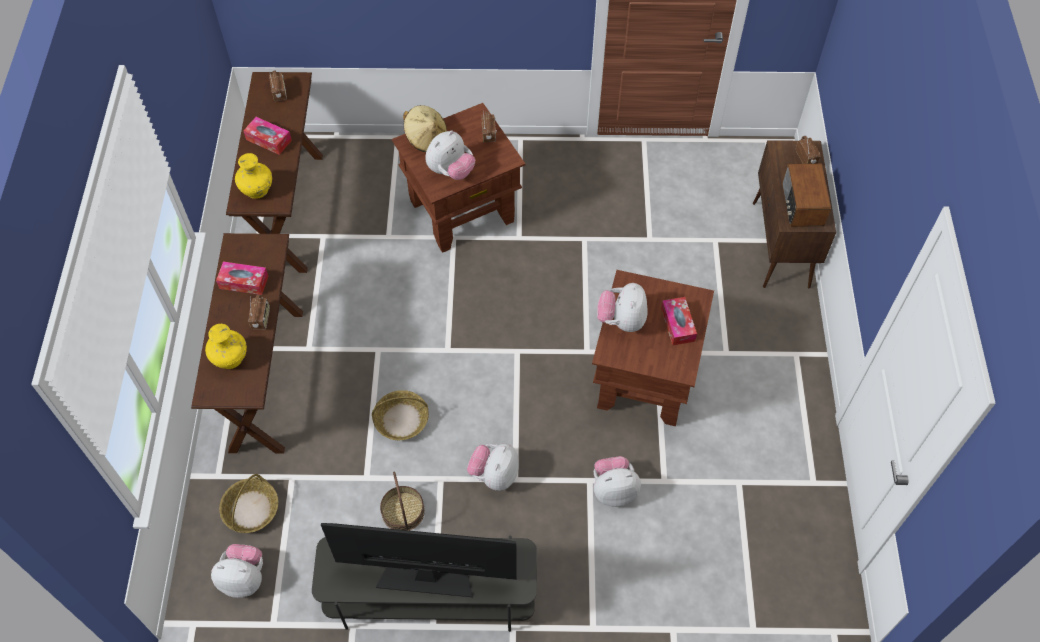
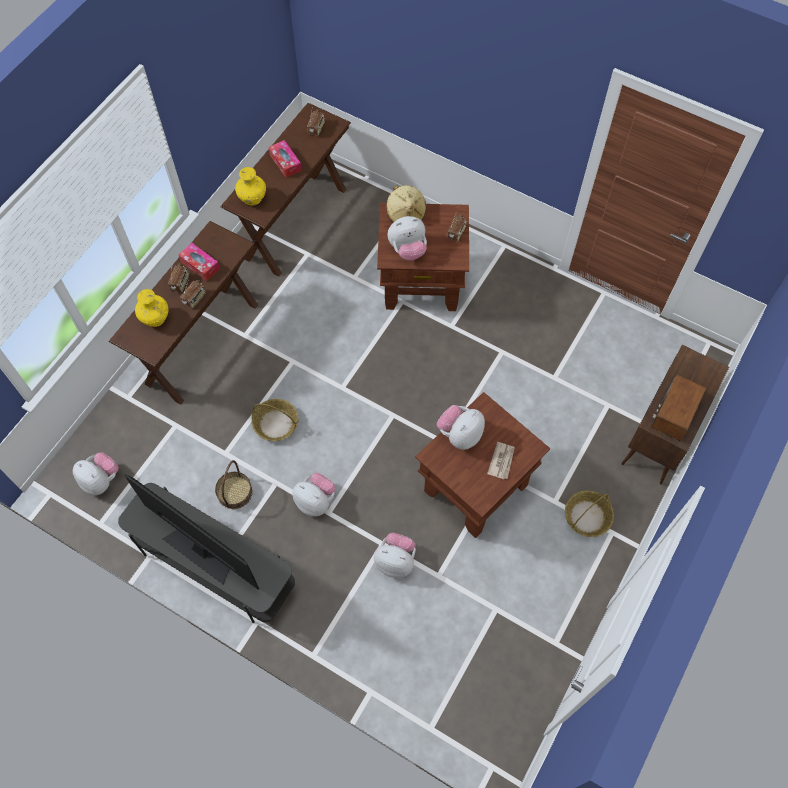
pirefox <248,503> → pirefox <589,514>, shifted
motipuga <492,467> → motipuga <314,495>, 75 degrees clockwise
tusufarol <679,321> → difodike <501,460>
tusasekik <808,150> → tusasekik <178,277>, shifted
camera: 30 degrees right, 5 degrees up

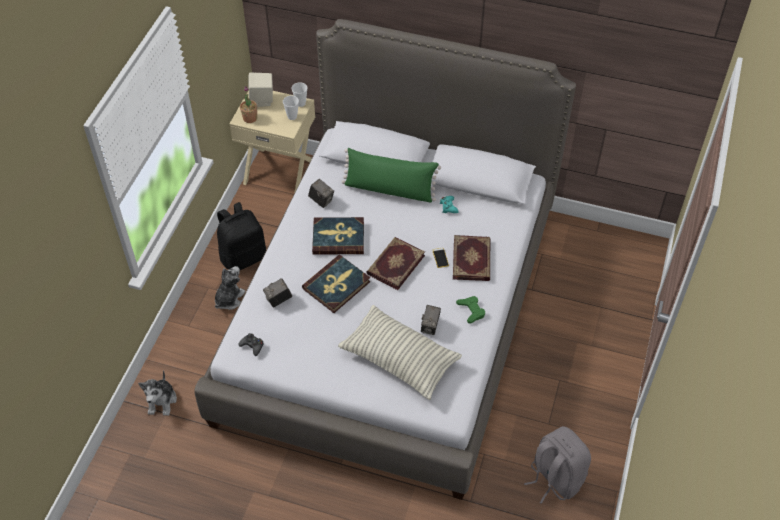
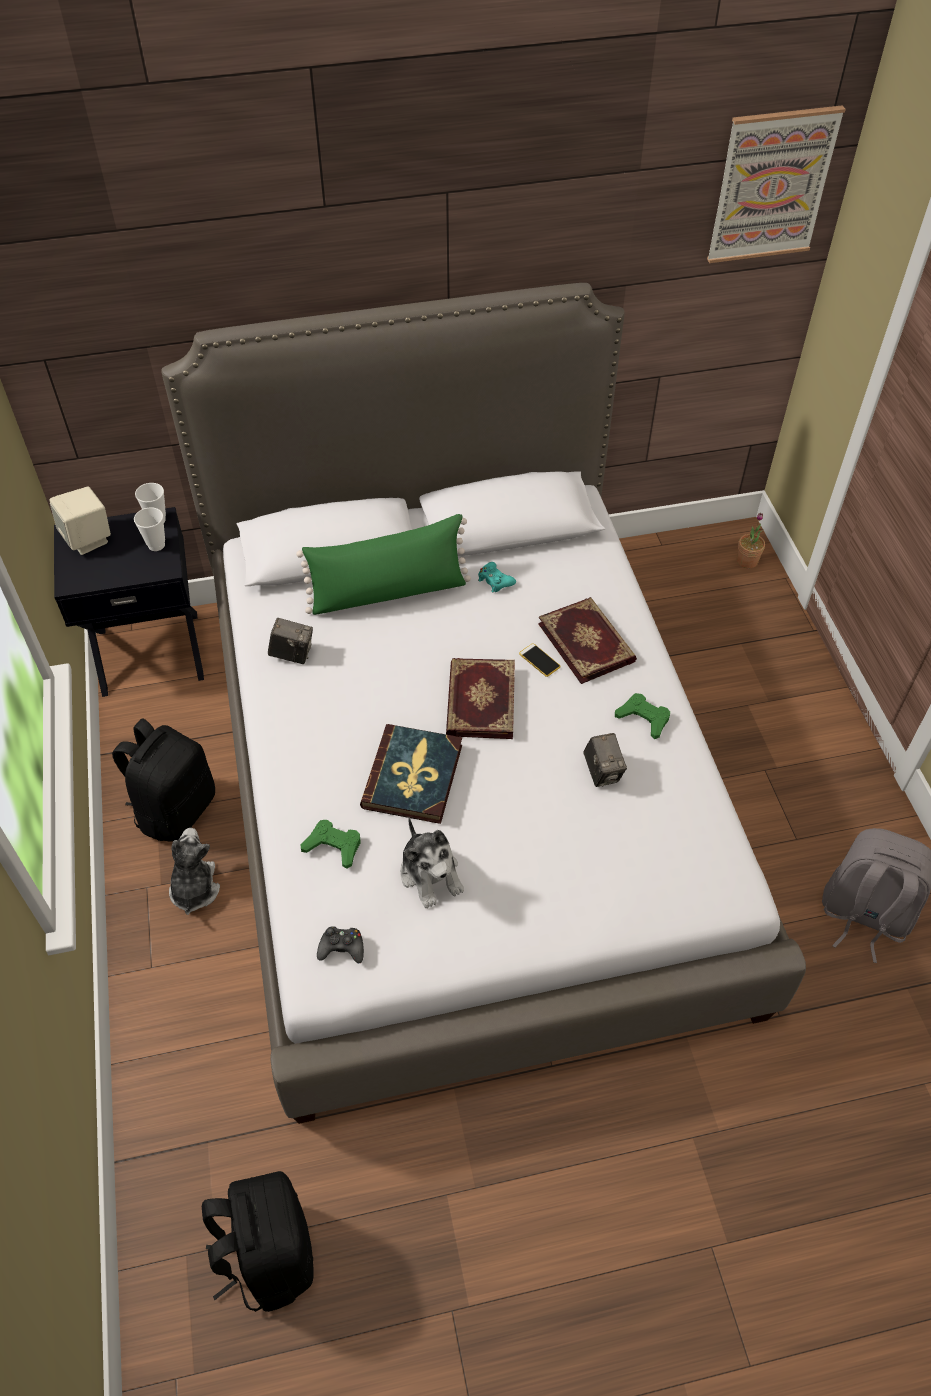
motipuga <157,393> → motipuga <432,862>, shifted
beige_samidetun <272,142> → black_samidetun <129,602>
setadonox <248,104> → setadonox <751,540>, shifted
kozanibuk <277,293> → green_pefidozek <330,844>
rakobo <338,236> → -
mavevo <400,352> → -
- → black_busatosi <258,1241>
- → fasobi <776,184>
camera: 30 degrees left, 0 degrees up

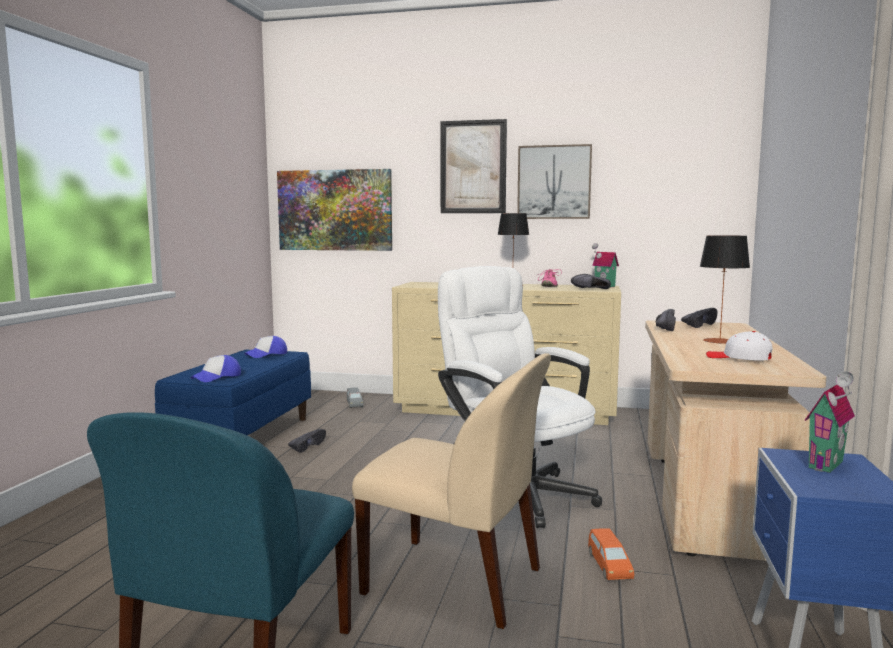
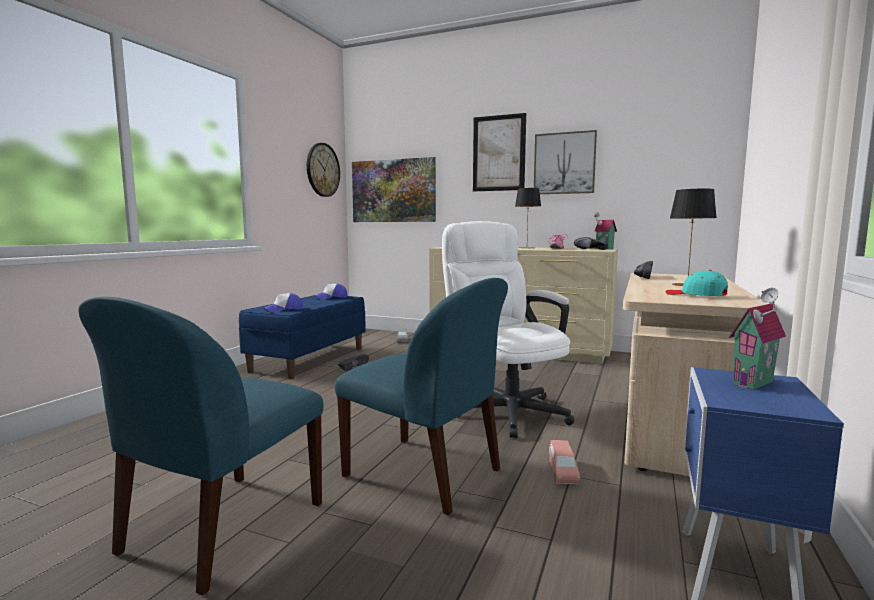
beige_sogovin <451,491> → blue_sogovin <421,396>
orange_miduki <611,554> → pink_miduki <565,462>
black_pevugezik <699,318> → -
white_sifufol <739,346> → turquoise_sifufol <697,283>
- → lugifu <323,170>
camera: 10 degrees right, 0 degrees up

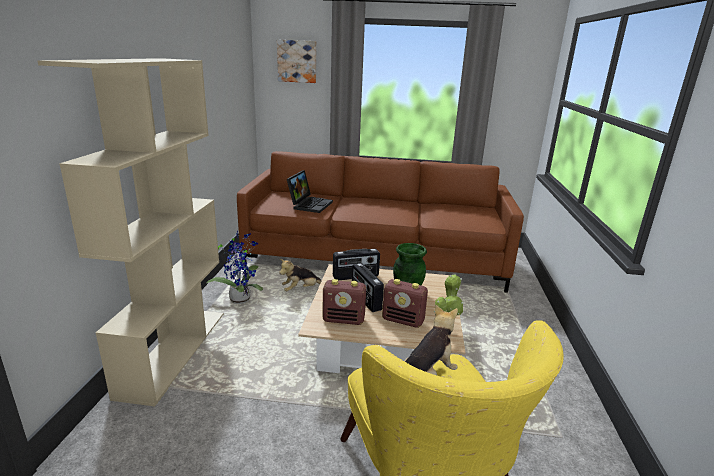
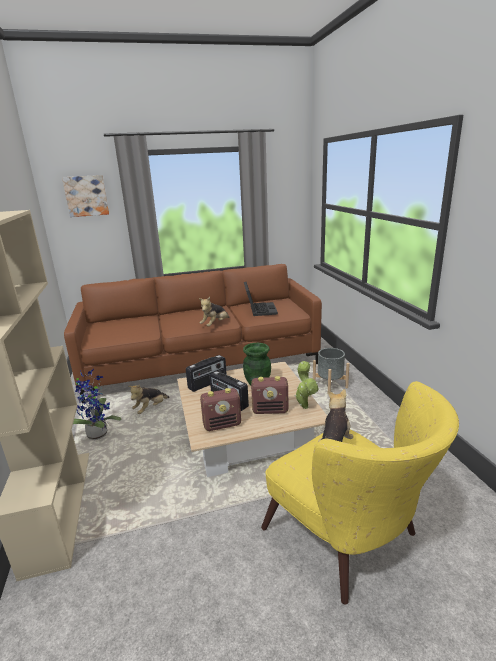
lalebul <310,191> → lalebul <261,299>, shifted
- → motipuga <214,312>
- → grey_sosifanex <331,370>
camera: 20 degrees left, 0 degrees up

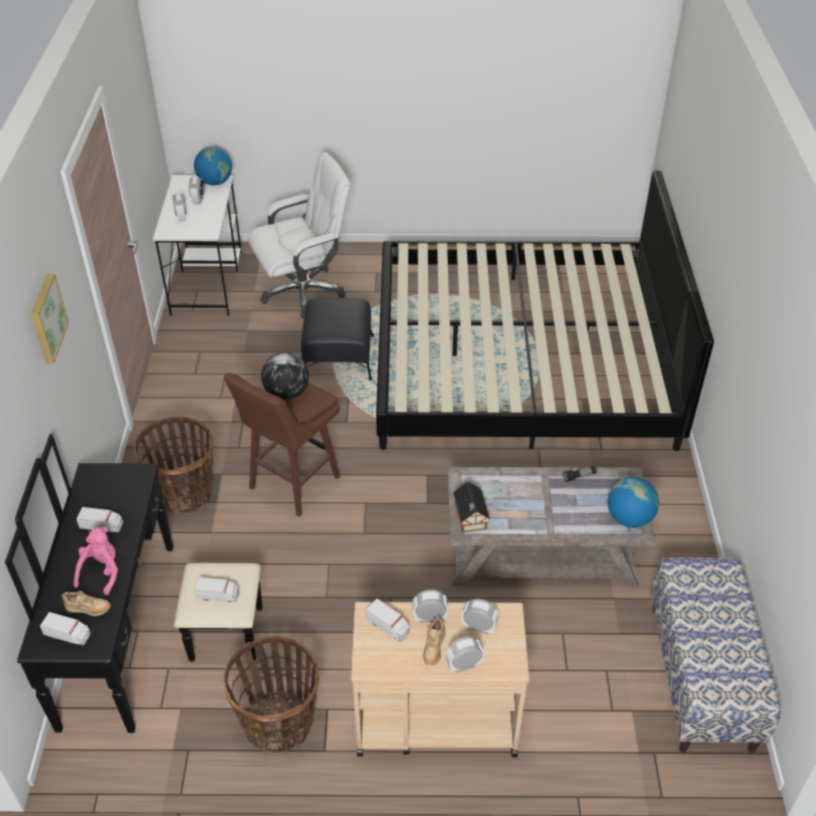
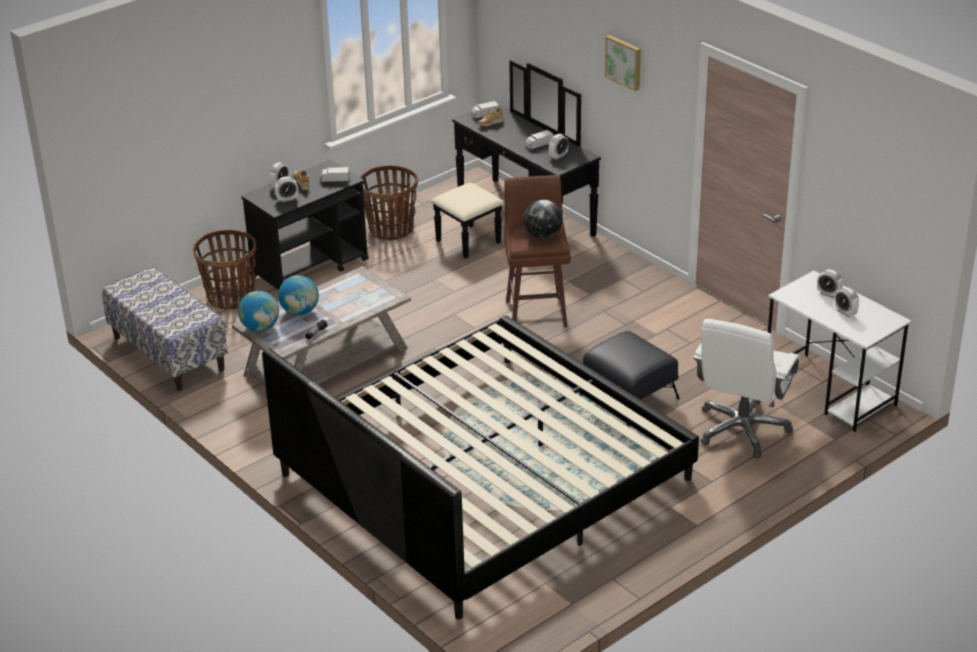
pink_motipuga <96,561> → -
pirefox <173,465> → pirefox <224,269>, shifted
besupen <213,166> → besupen <298,295>, shifted
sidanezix <217,589> → -
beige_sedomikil <440,679> → black_sedomikil <305,225>
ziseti <430,606> → ziseti <559,147>, shifted
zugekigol <471,507> → -
camera: 140 degrees right, 10 degrees down

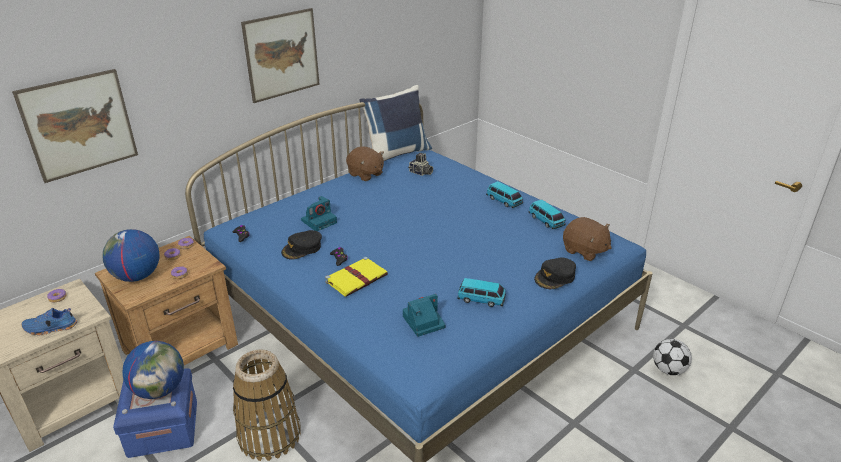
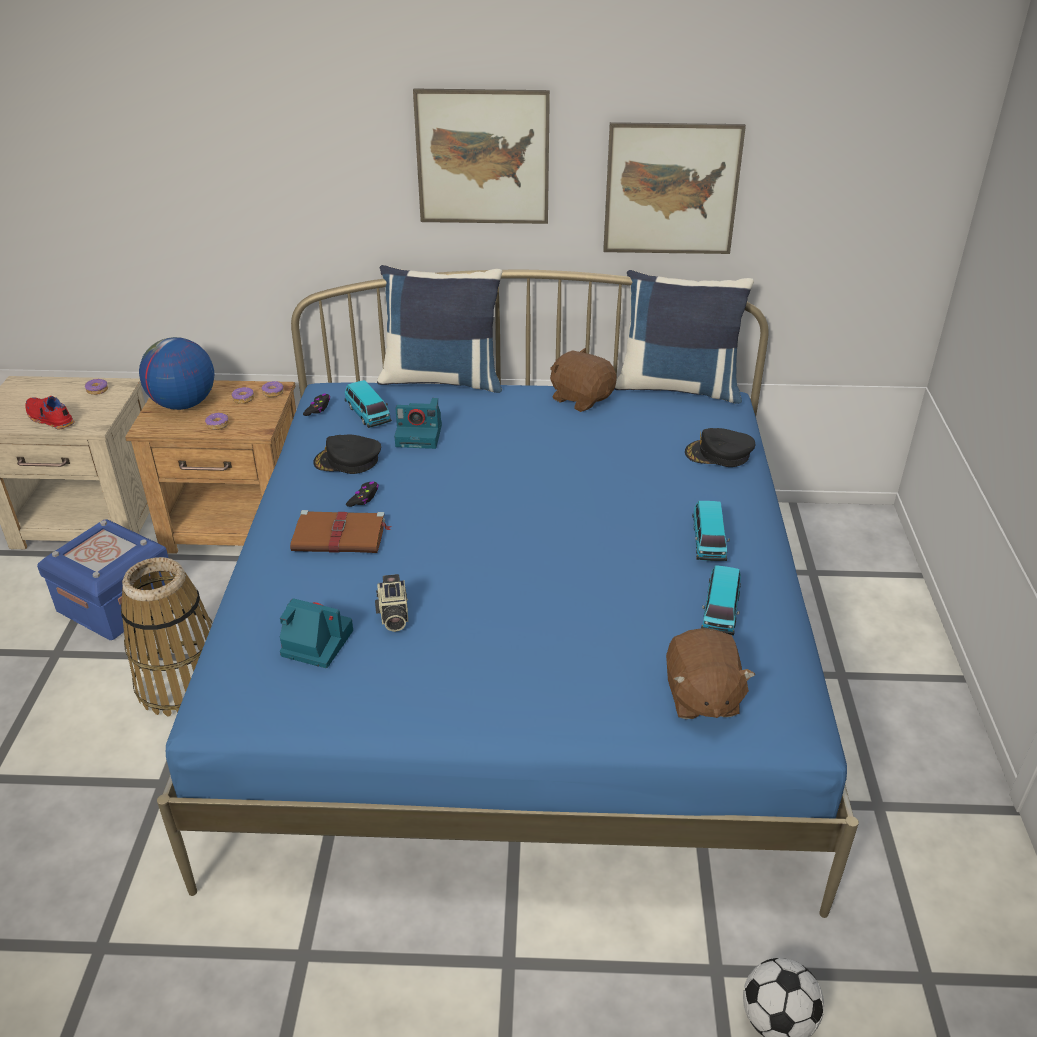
fasobi <75,126> → fasobi <674,188>, shifted
blue_pevugezik <49,322> → red_pevugezik <50,412>
besupen <153,370> → -
yellow_rakobo <356,277> → brown_rakobo <341,531>
brown_motipuga <365,163> → brown_motipuga <583,380>, 135 degrees clockwise
kozanibuk <420,164> → kozanibuk <391,603>, shifted
miduki <481,292> → miduki <368,404>, shifted
black_sifufol <555,273> → black_sifufol <720,447>, shifted
- → blue_mavevo <440,329>
camera: 45 degrees right, 5 degrees up

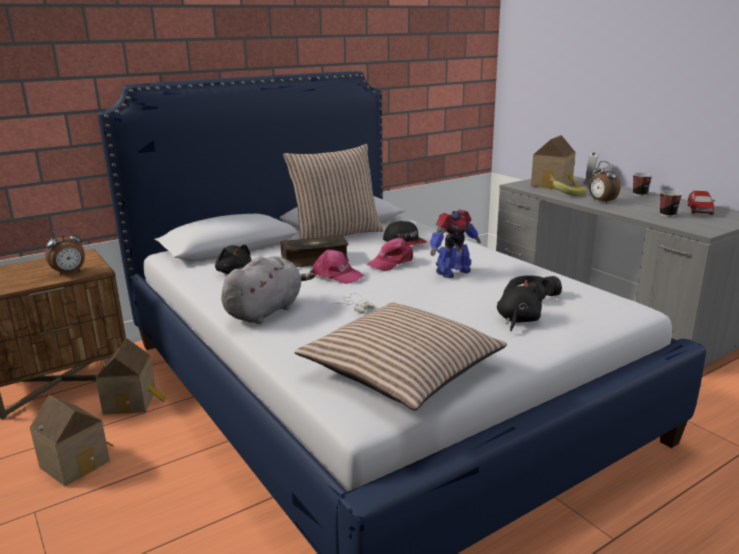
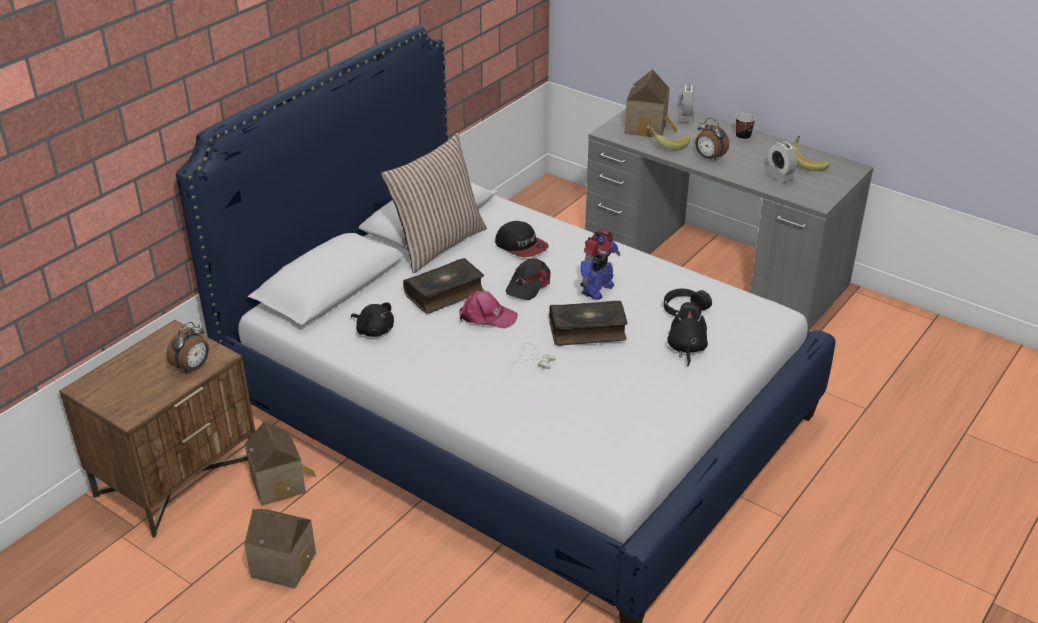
grey_motipuga <268,290> → -
mavevo <400,356> → -
pink_sifufol <390,254> → black_sifufol <528,279>
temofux <671,203> → ziseti <781,162>
miduki <701,203> → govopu <811,153>
- → rakobo <588,323>
camera: 20 degrees left, 15 degrees up

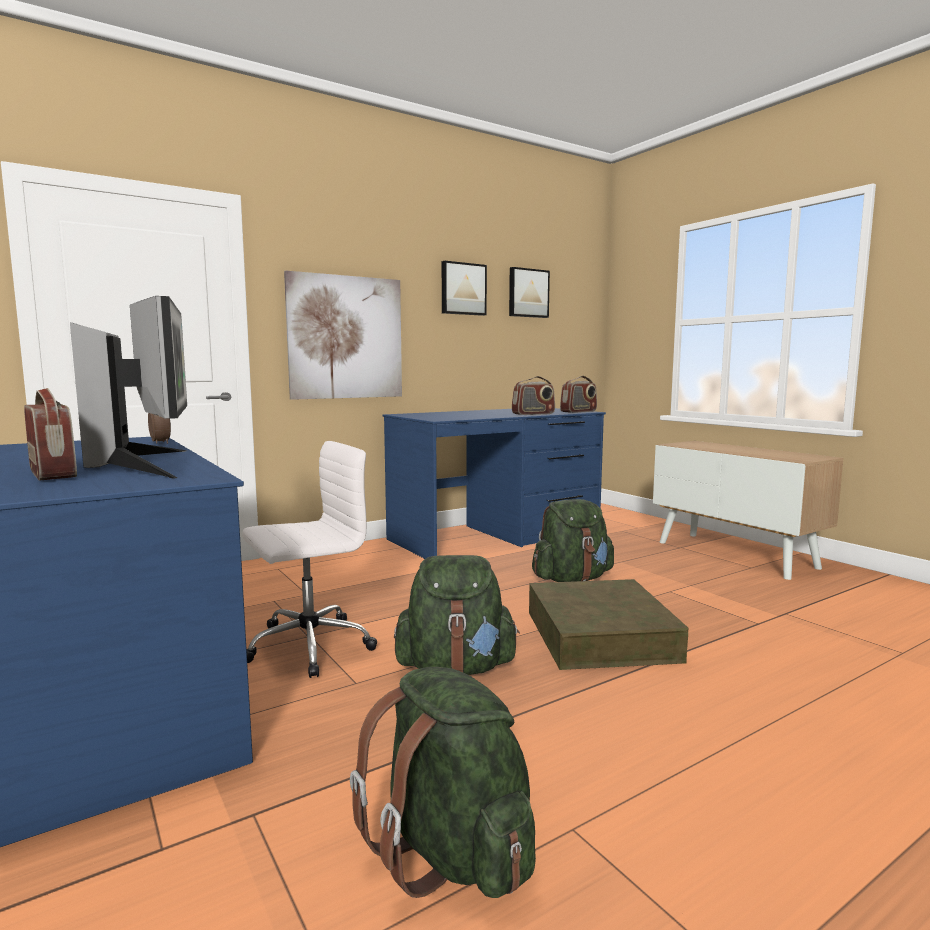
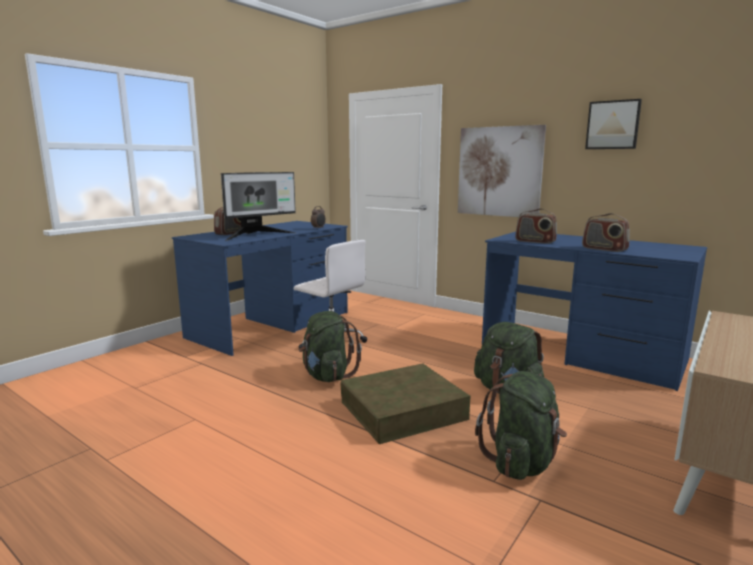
green_busatosi <443,782> → green_busatosi <521,425>, shifted
fasobi <529,292> → -
tusasekik <578,394> → tusasekik <536,226>, shifted
camera: 70 degrees right, 5 degrees up

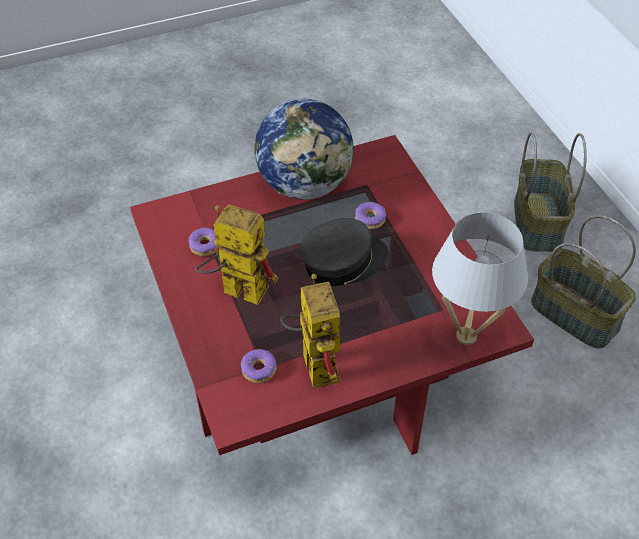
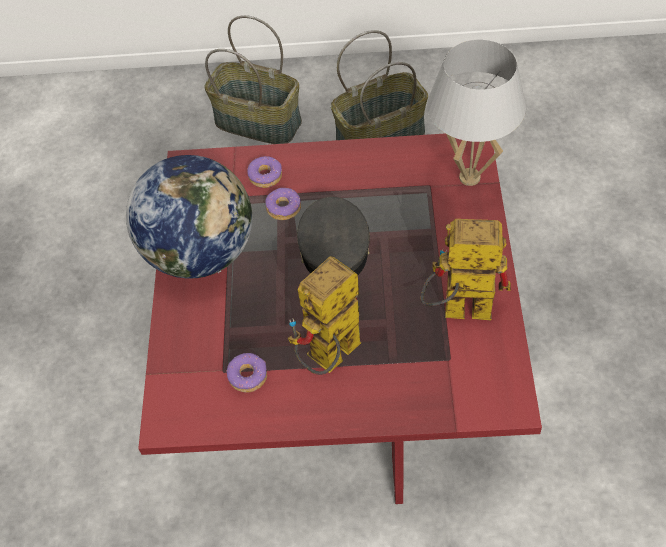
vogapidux <258,366> → vogapidux <264,172>, shifted
camera: 65 degrees left, 5 degrees up

